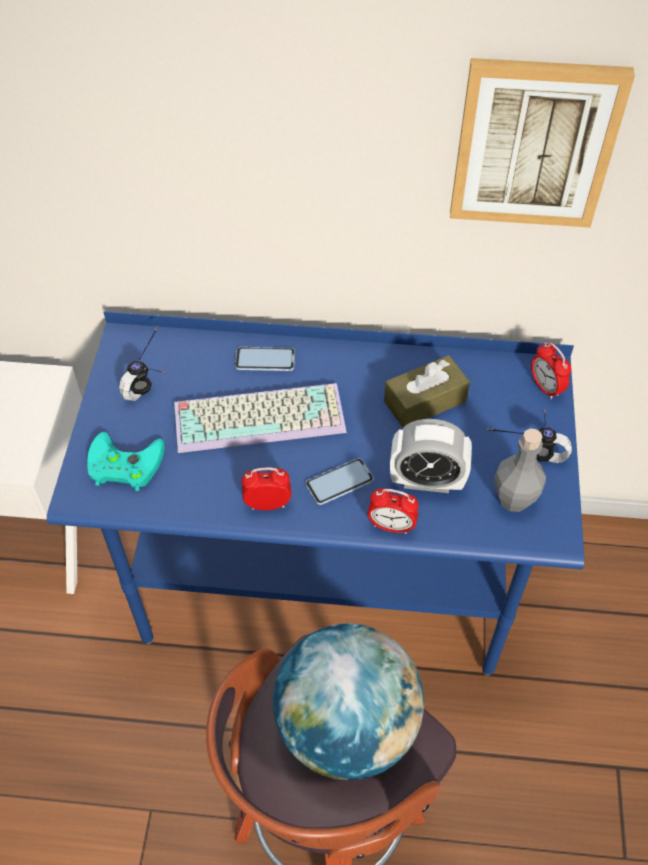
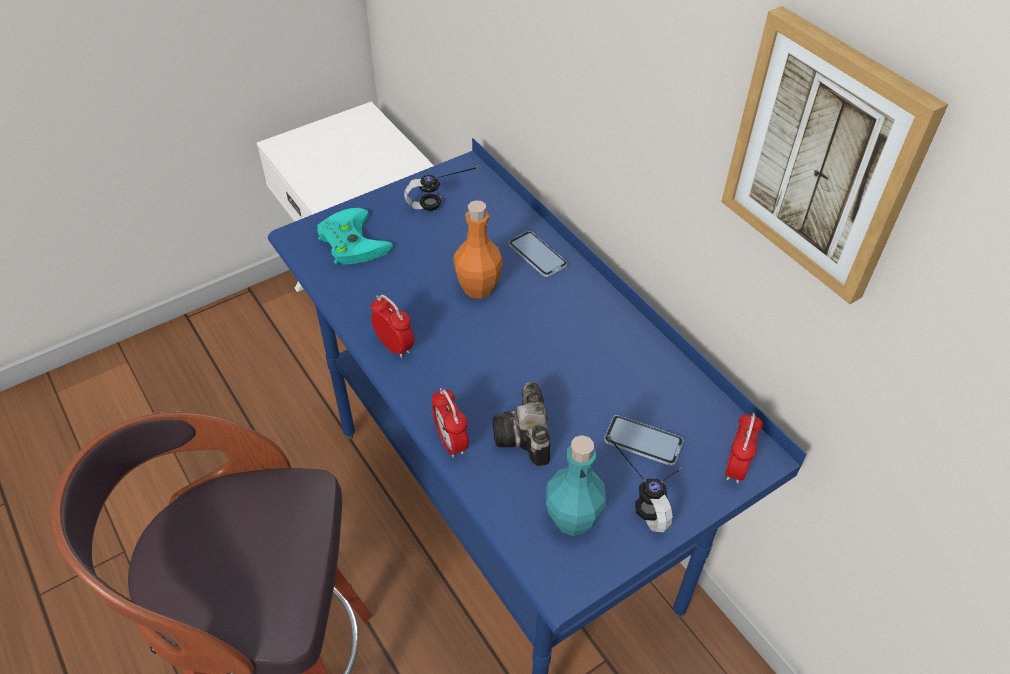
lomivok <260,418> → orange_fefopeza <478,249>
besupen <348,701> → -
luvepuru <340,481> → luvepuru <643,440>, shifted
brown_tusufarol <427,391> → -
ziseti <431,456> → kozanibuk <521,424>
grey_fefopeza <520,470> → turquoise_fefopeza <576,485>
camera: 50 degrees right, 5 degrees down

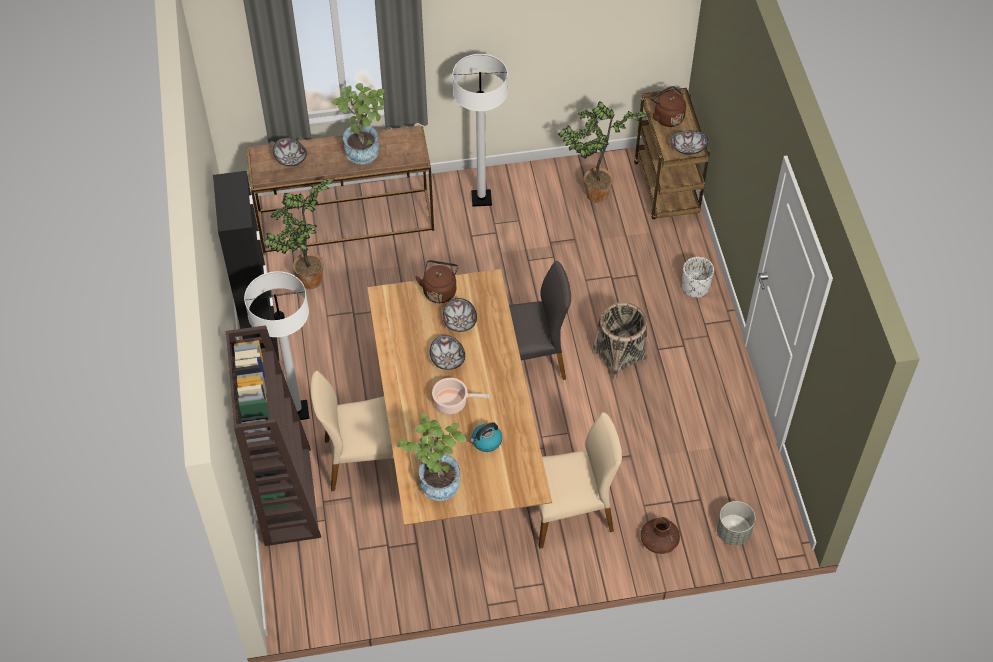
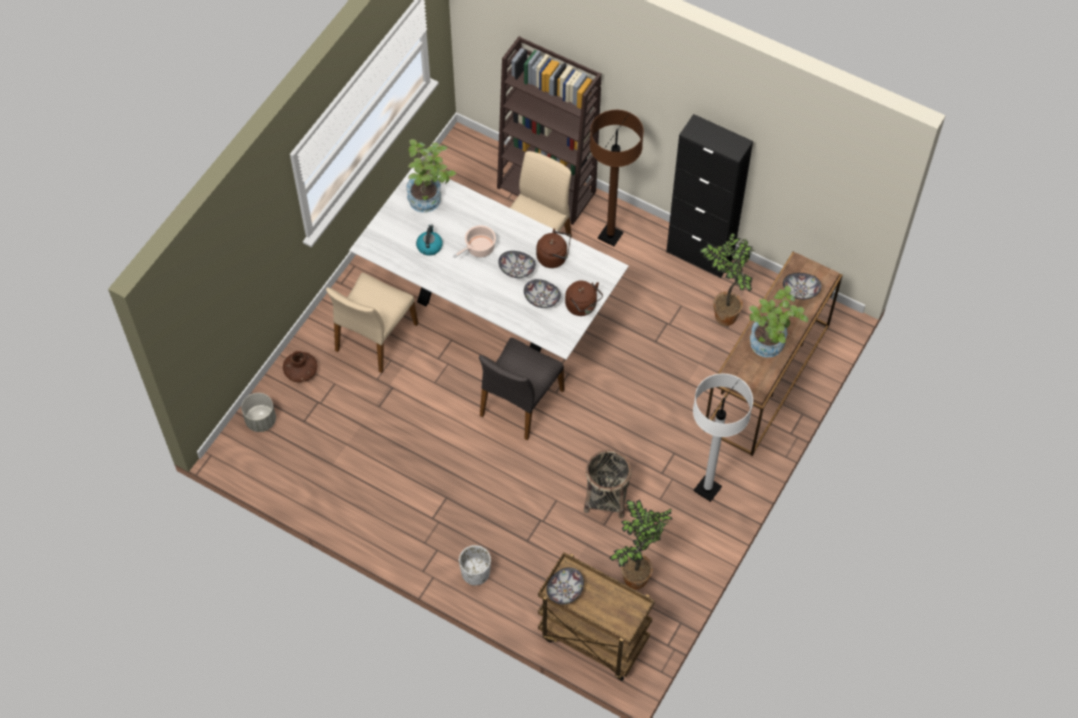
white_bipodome <276,345> → brown_bipodome <617,178>
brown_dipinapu <459,397> → white_dipinapu <489,264>
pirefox <619,341> → pirefox <607,484>, shifted
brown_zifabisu <668,106> → brown_zifabisu <553,248>, shifted
camera: 130 degrees right, 5 degrees up

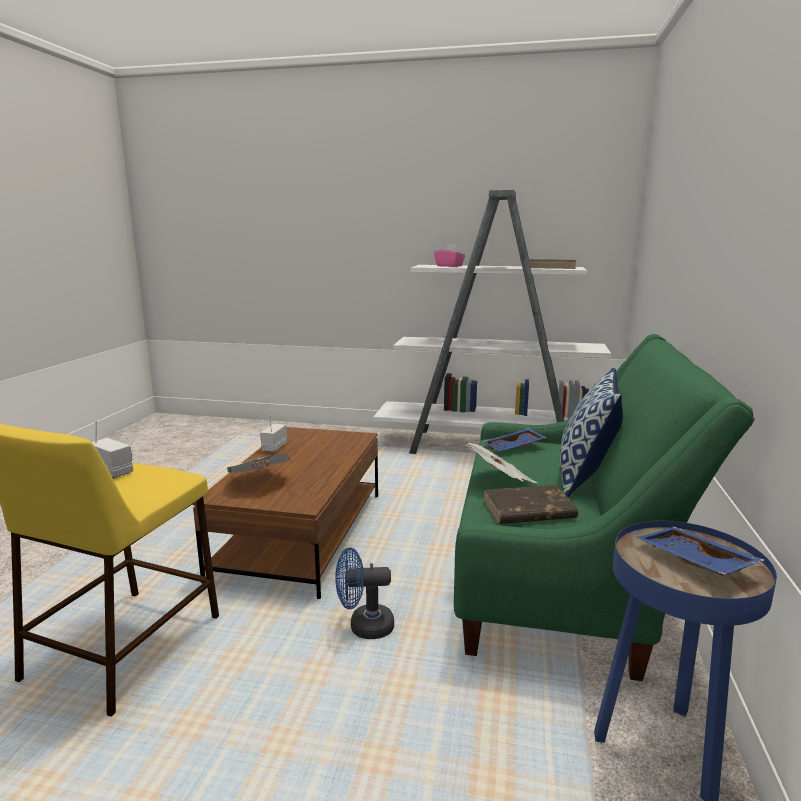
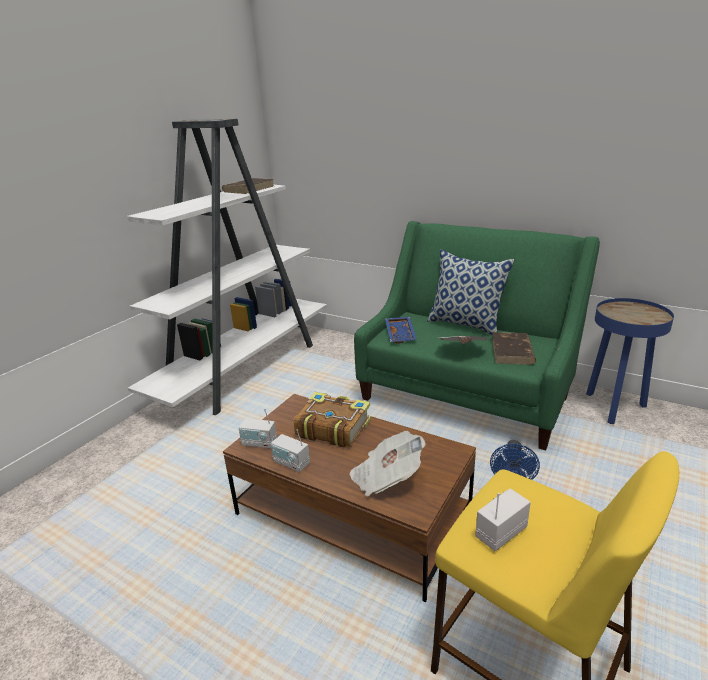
pink_tusufarol <449,255> → -
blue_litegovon <700,551> → -
- → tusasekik <258,429>
- → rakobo <332,419>
camera: 70 degrees left, 10 degrees up

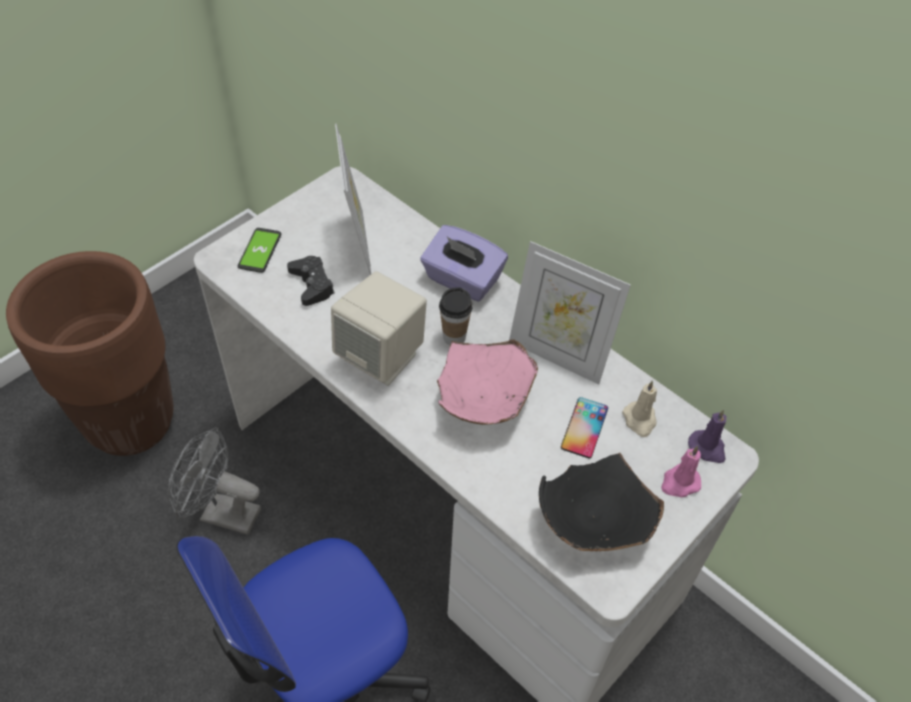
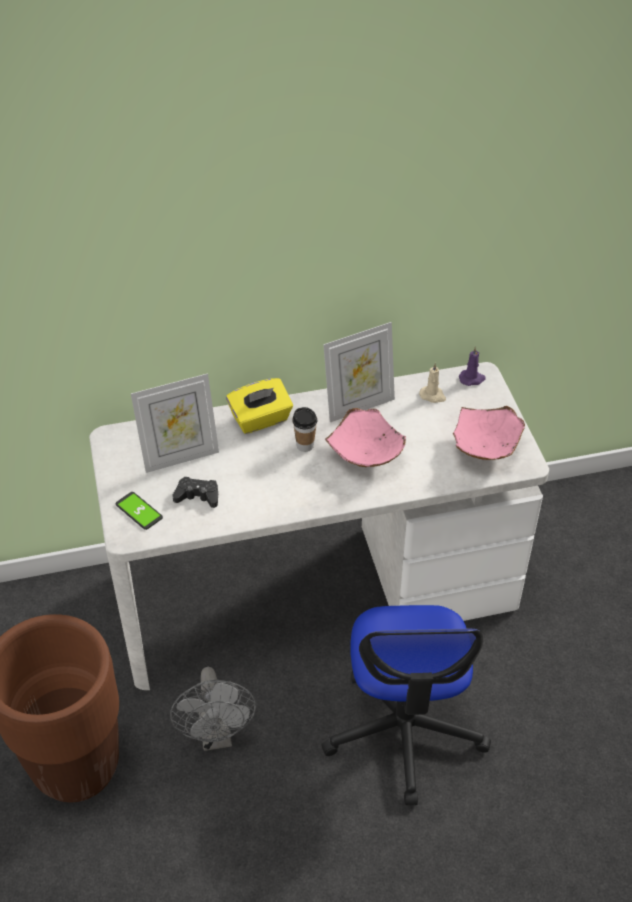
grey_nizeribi <214,481> → grey_nizeribi <213,709>, 60 degrees counterclockwise
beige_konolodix <379,328> → -
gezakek <353,199> → gezakek <175,423>, 135 degrees clockwise
purple_tusufarol <464,263> → yellow_tusufarol <259,406>
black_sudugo <601,502> → pink_sudugo <489,433>
luvepuru <584,427> → -
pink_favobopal <681,471> → -
camera: 55 degrees left, 5 degrees down

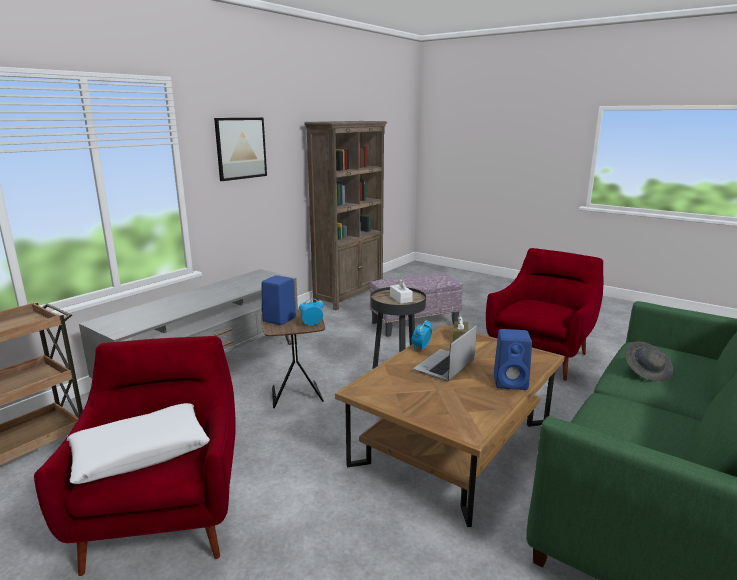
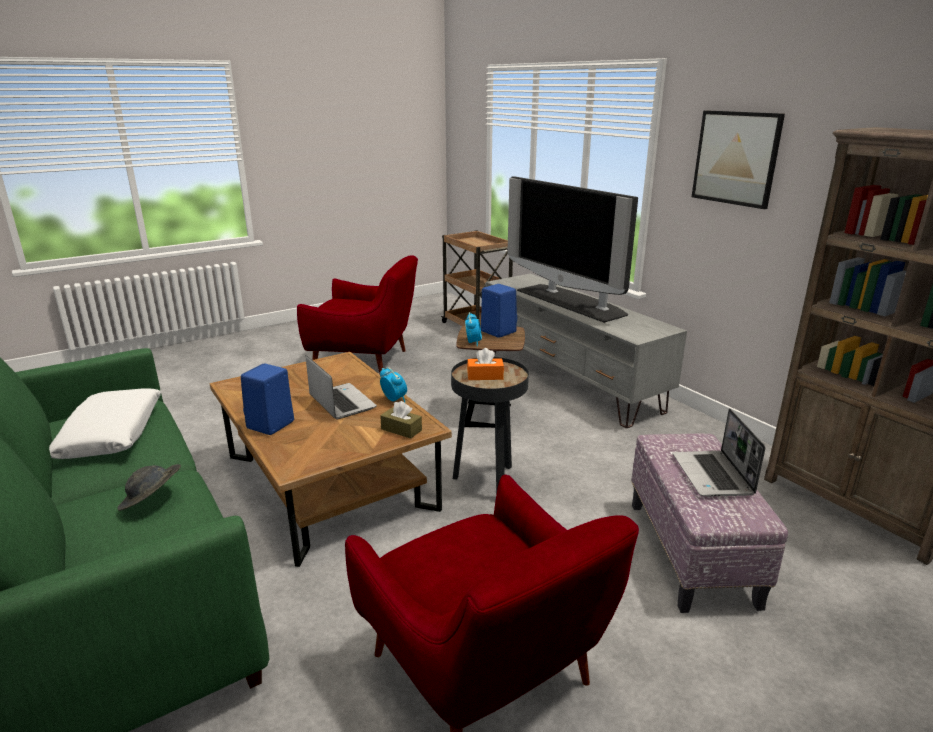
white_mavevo <138,443> → white_mavevo <105,423>, shifted
white_tusufarol <401,291> → orange_tusufarol <485,364>
- → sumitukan <572,249>
- → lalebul <718,452>
camera: 110 degrees right, 5 degrees up

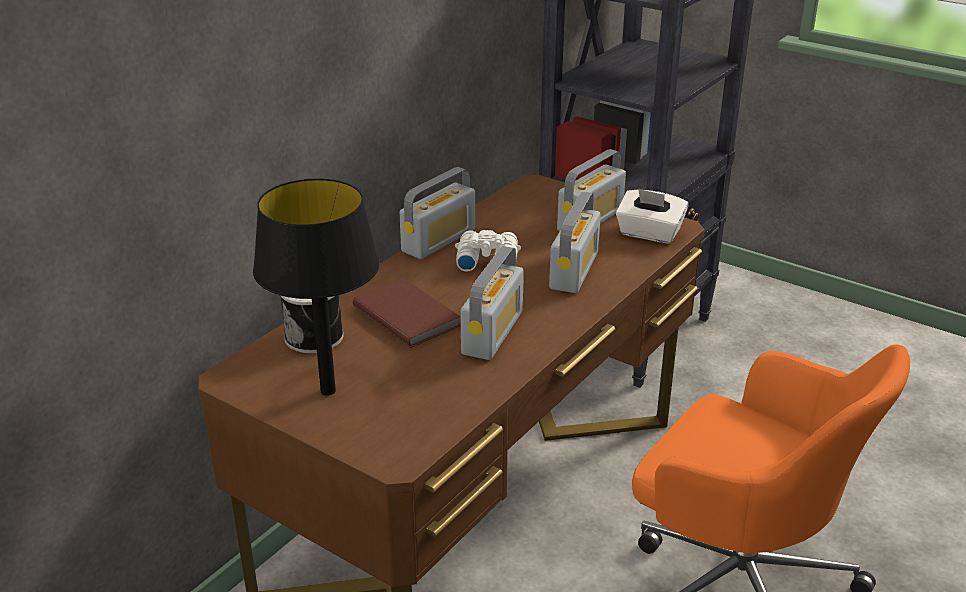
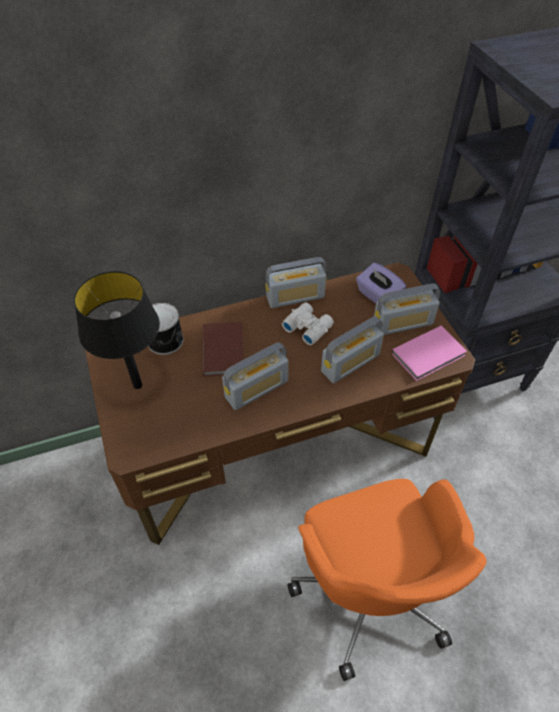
white_tusufarol <652,216> → pink_rakobo <429,353>
- → purple_tusufarol <381,283>
camera: 35 degrees right, 20 degrees up

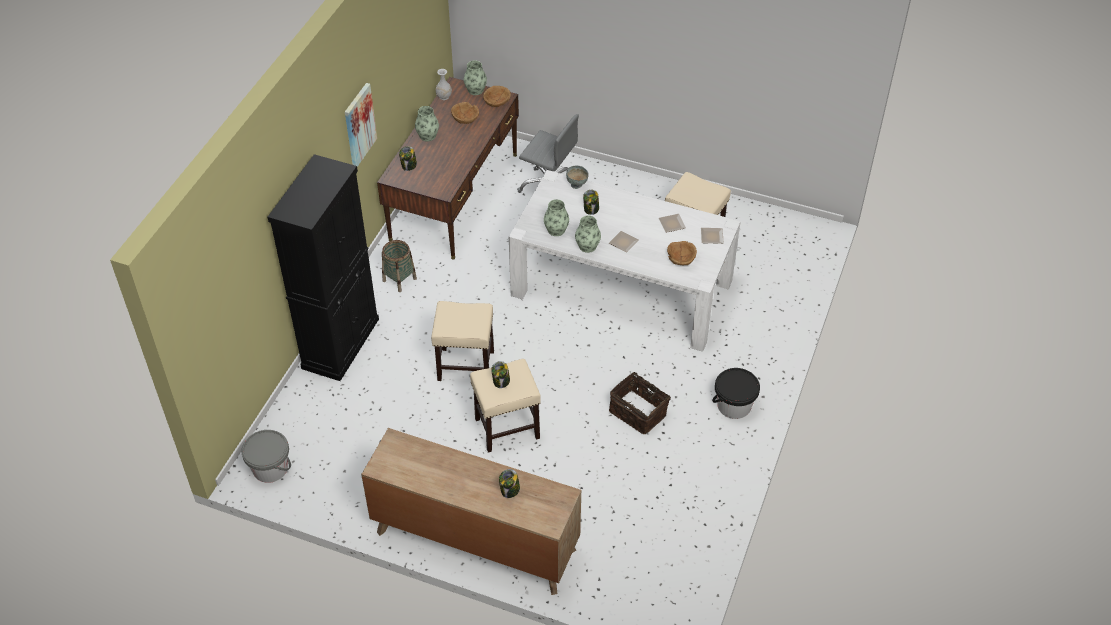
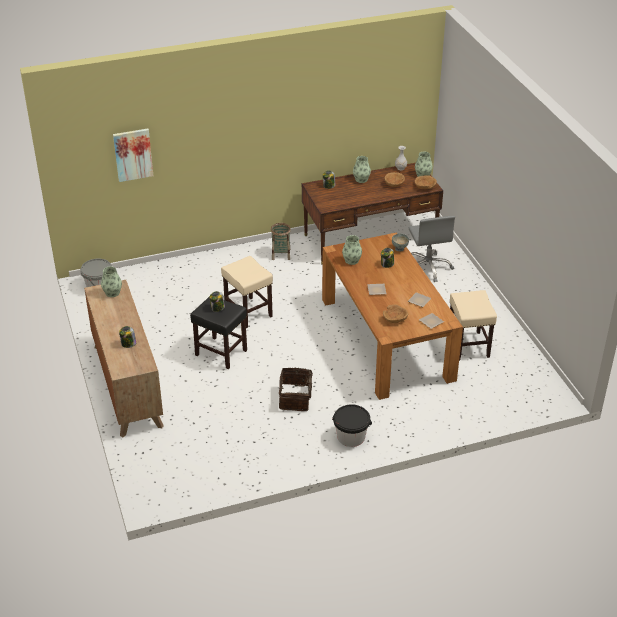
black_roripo <323,267> → -
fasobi <361,125> → fasobi <133,155>, shifted
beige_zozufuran <505,405> → black_zozufuran <218,333>
white_dipinapu <625,261> → brown_dipinapu <392,316>
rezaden <588,234> → rezaden <111,281>, shifted
camera: 50 degrees right, 10 degrees down

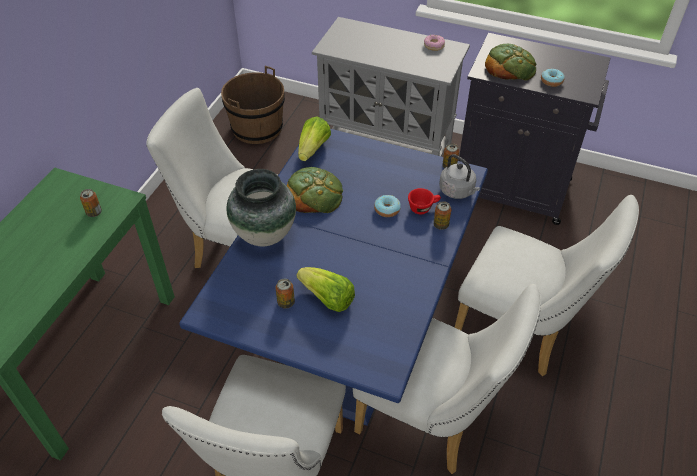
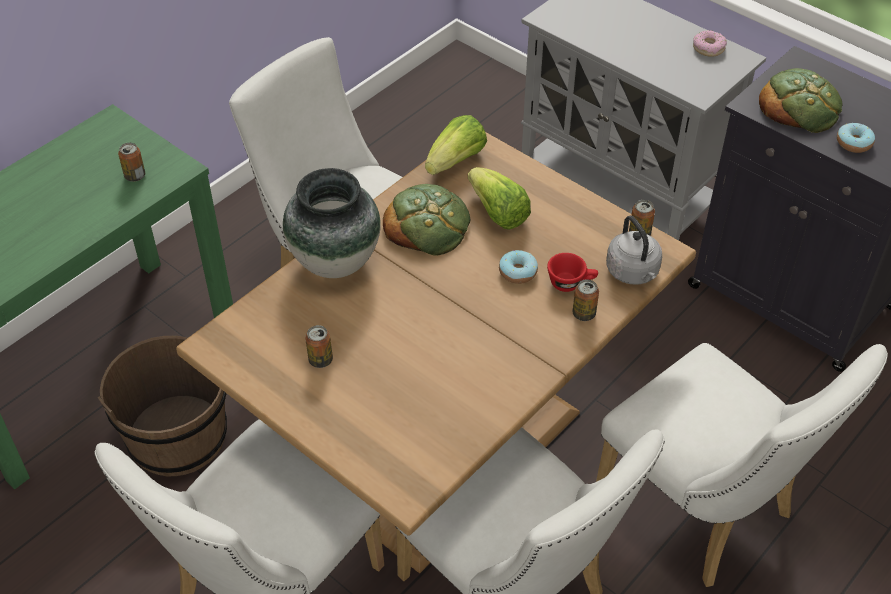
blue_dipinapu <333,277> → brown_dipinapu <436,352>
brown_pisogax <253,105> → brown_pisogax <162,406>, shifted
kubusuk <326,289> → kubusuk <499,198>, shifted
camera: 20 degrees right, 0 degrees up

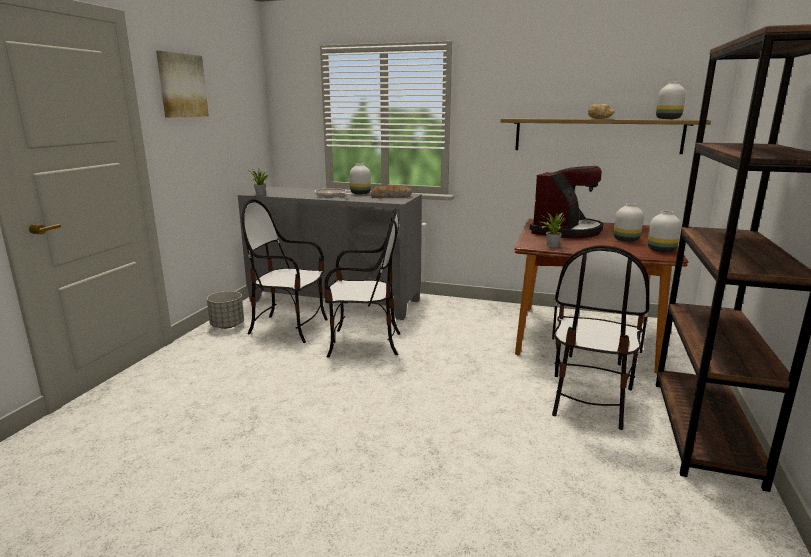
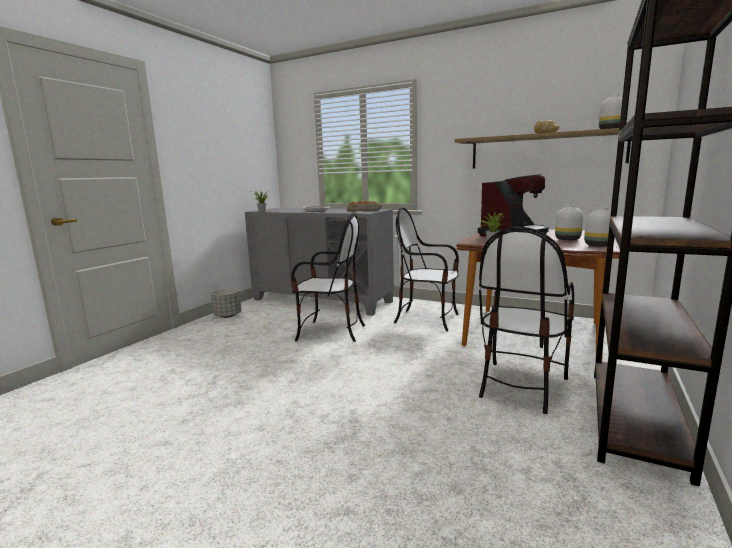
fasobi <182,84> → -
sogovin <285,271> → sogovin <426,269>, shifted
white_rezaden <360,178> → -
camera: 10 degrees right, 5 degrees down

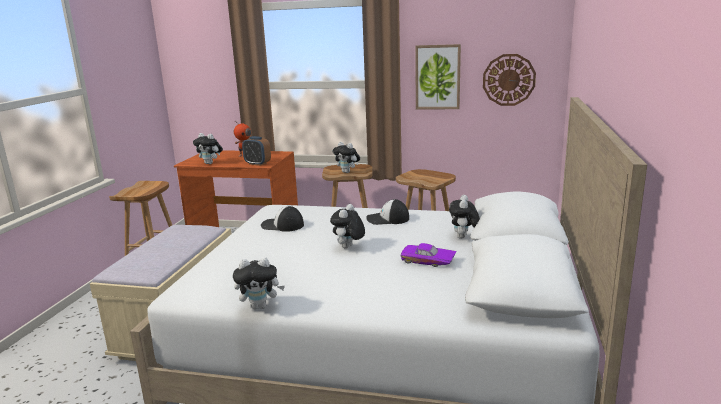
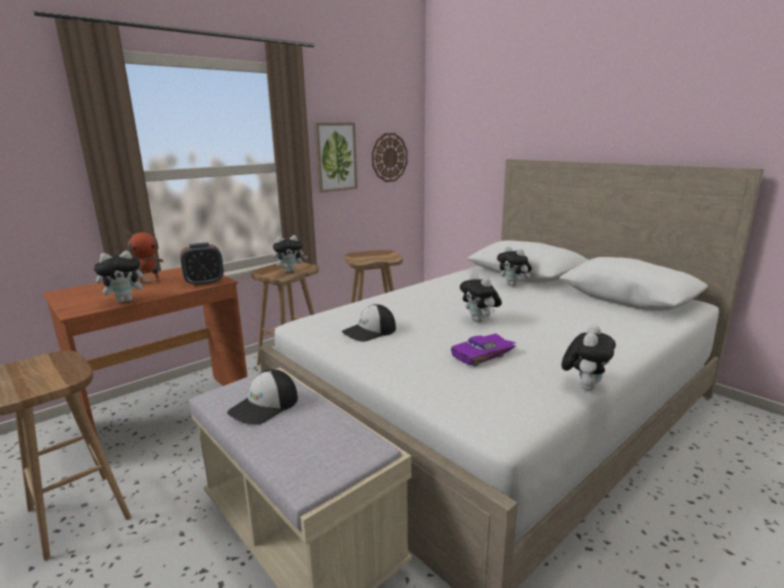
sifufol <387,212> → sifufol <262,397>, shifted
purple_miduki <429,255> → purple_miduki <483,349>, shifted
camera: 55 degrees left, 0 degrees up

